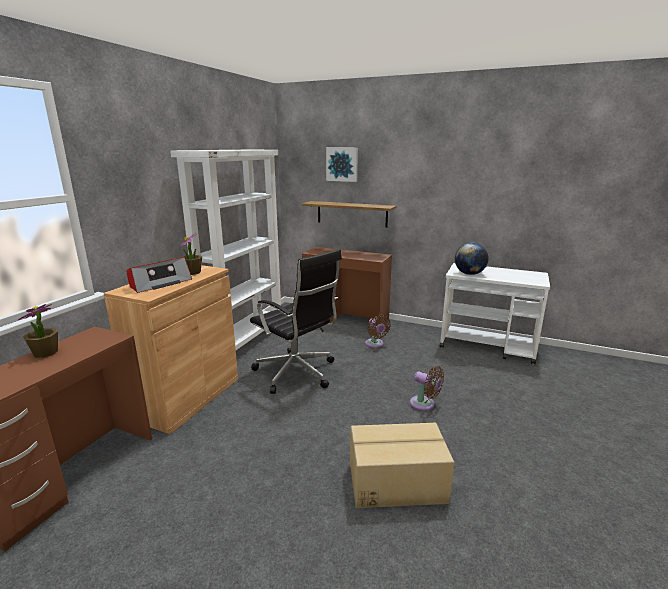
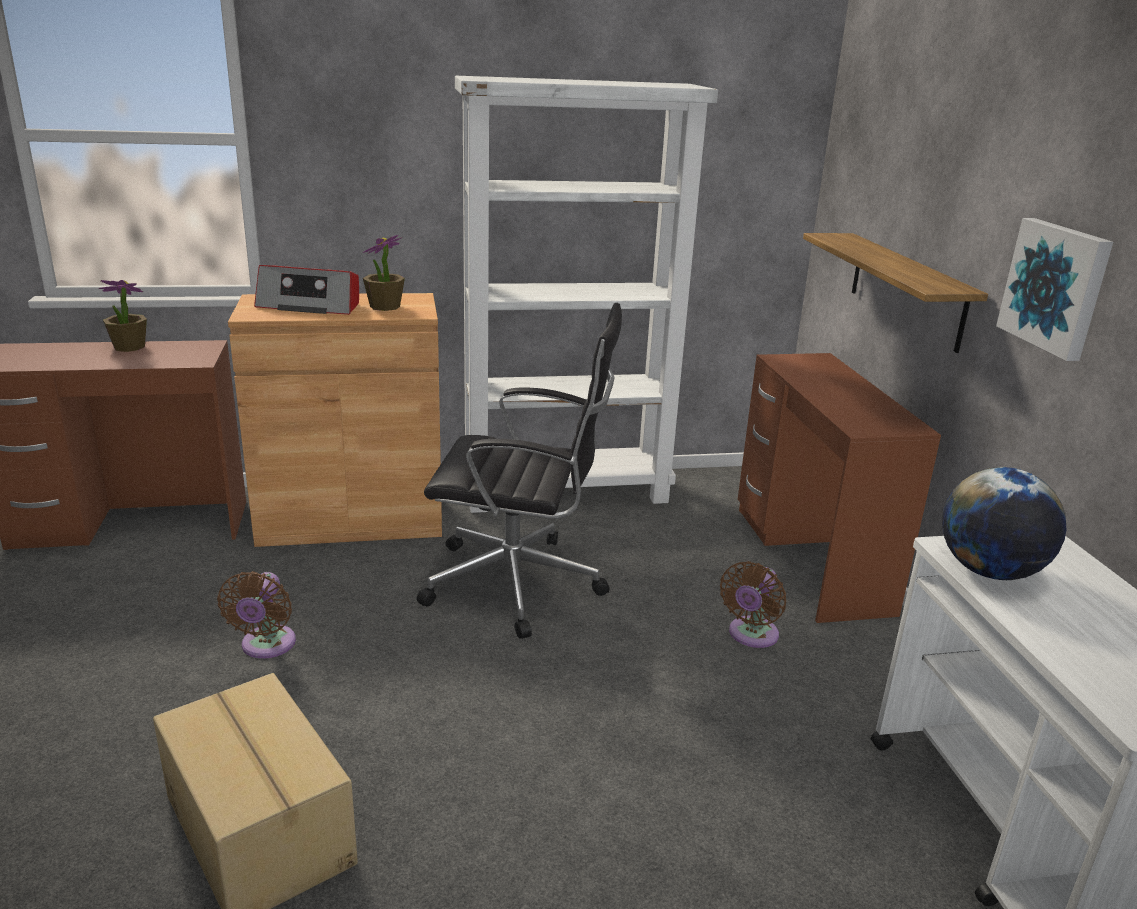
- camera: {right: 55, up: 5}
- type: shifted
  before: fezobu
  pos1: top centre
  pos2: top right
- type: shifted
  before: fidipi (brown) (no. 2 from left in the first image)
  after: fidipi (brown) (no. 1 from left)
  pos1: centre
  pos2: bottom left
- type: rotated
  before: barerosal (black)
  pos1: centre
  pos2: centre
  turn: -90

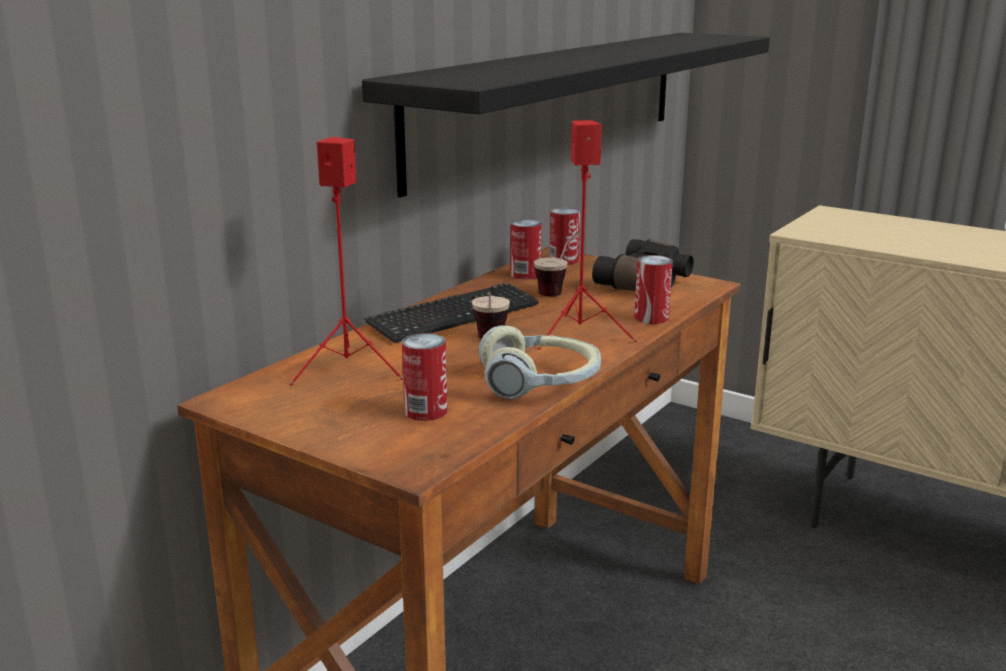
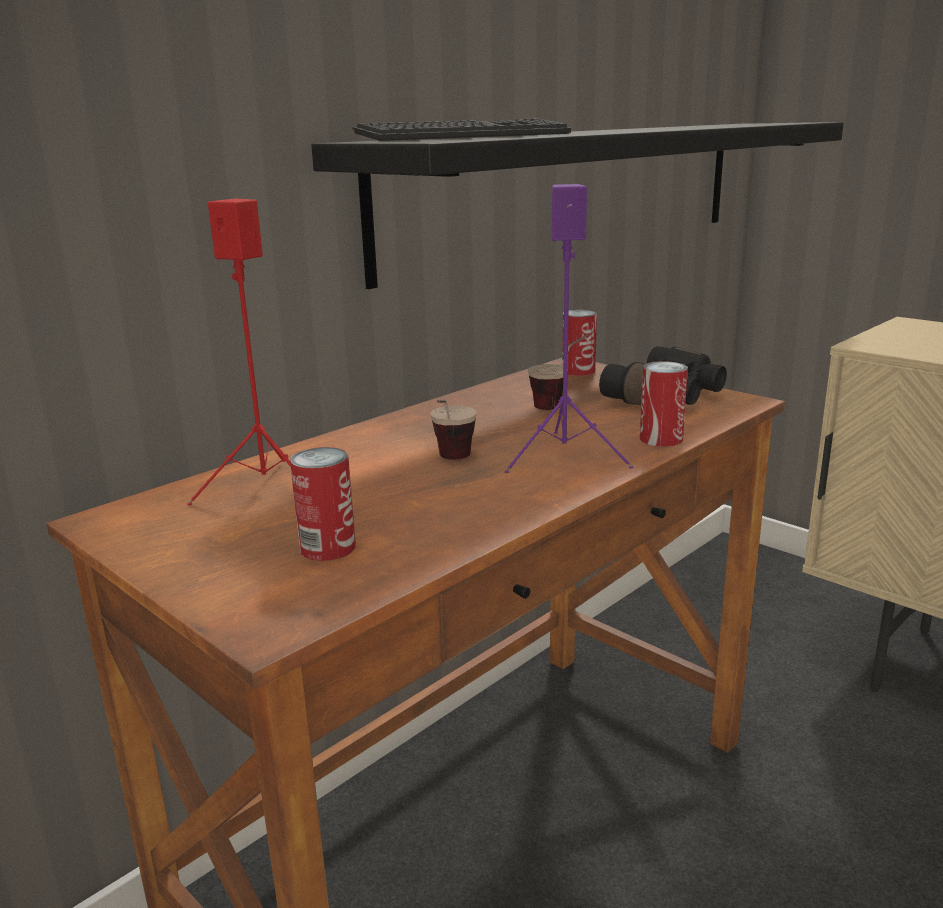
- camera: {right: 10, up: 0}
- type: gone
  before: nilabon
  pos1: centre
- type: gone
  before: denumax (no. 2 from left)
  pos1: centre
- type: shifted
  before: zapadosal
  pos1: centre
  pos2: top centre
- type: repainted
  before: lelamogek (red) (no. 2 from left)
  after: lelamogek (purple)
  pos1: centre
  pos2: centre

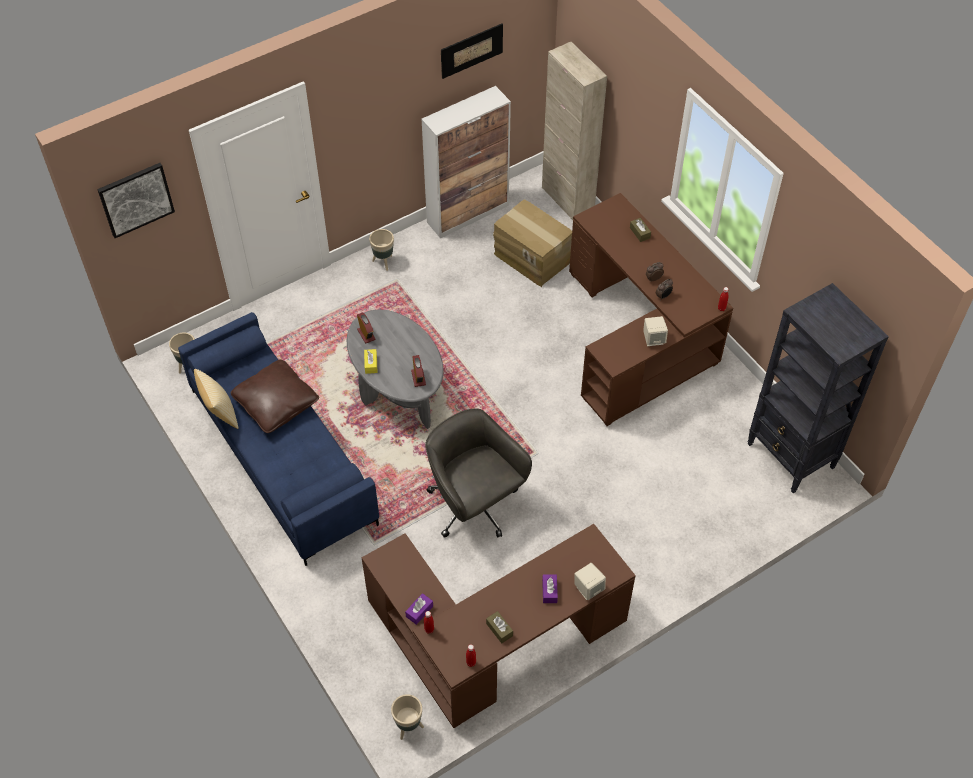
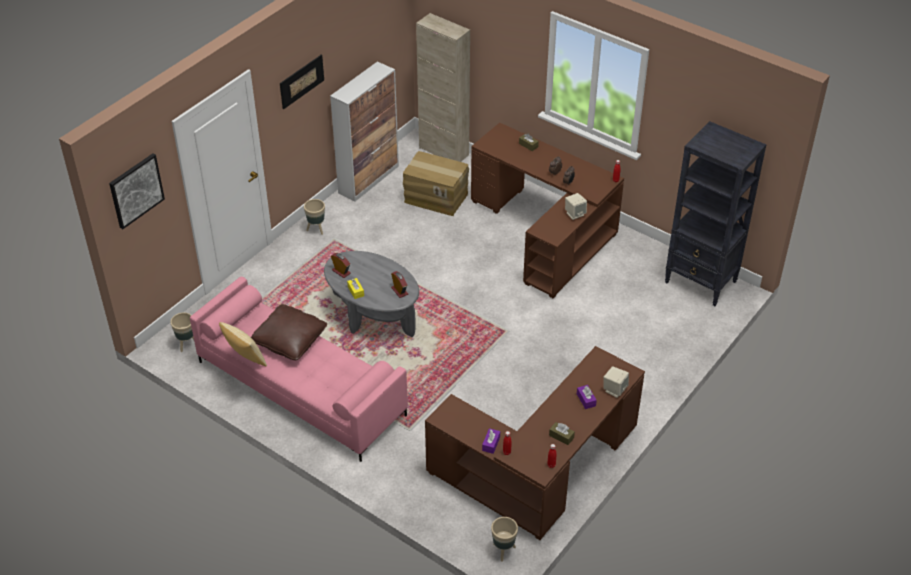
- camera: {right: -20, up: -10}
- type: gone
  before: barerosal (grey)
  pos1: centre
- type: shifted
  before: fezobu (no. 2 from left)
  pos1: top centre
  pos2: top left
- type: repainted
  before: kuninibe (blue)
  after: kuninibe (pink)
  pos1: middle left
  pos2: middle left

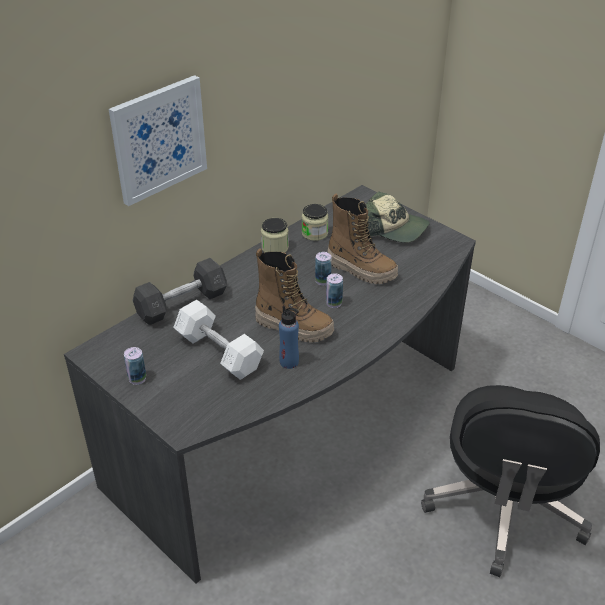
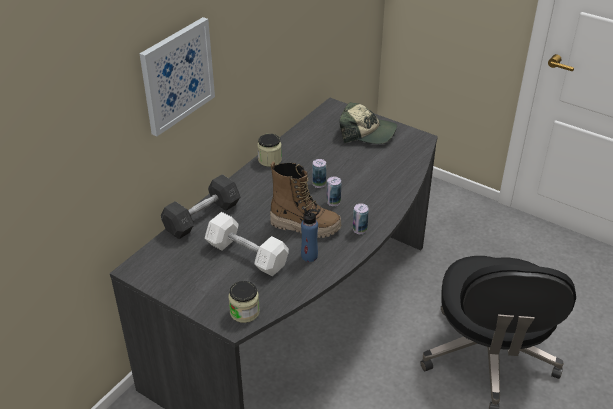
- camera: {right: -10, up: 0}
- type: gone
  before: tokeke (no. 2 from left)
  pos1: centre
- type: shifted
  before: denumax (no. 1 from left in the first image)
  after: denumax (no. 3 from left)
  pos1: middle left
  pos2: centre
- type: shifted
  before: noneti (no. 2 from left in the first image)
  after: noneti (no. 1 from left)
  pos1: centre
  pos2: bottom centre

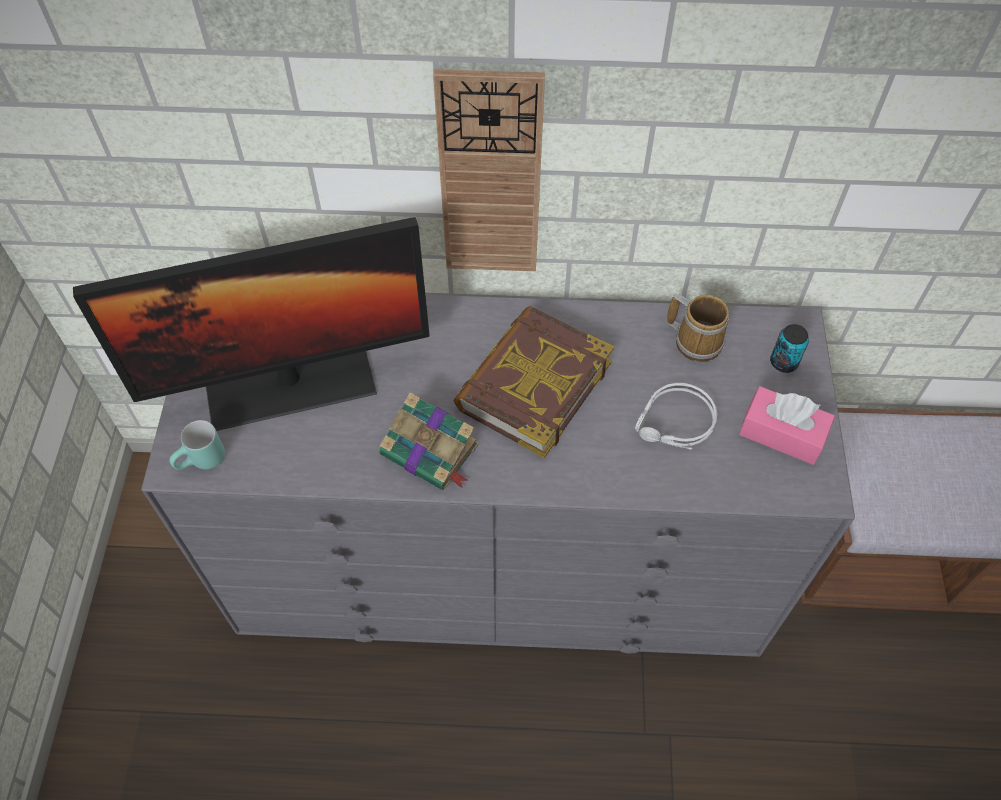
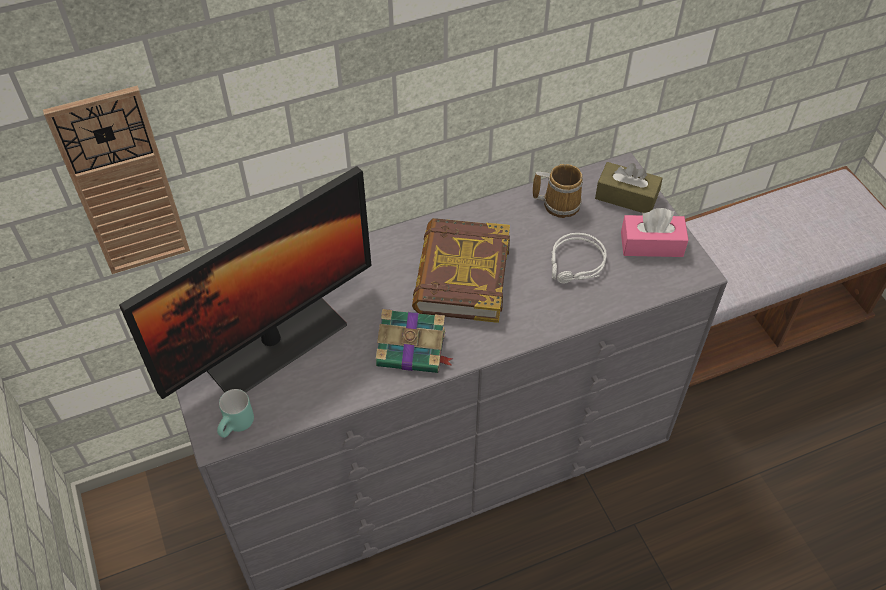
- camera: {right: -25, up: -5}
- type: shifted
  before: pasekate
  pos1: top centre
  pos2: top left
- type: swapped
  before: denumax
  after: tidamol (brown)
  pos1: middle right
  pos2: top right

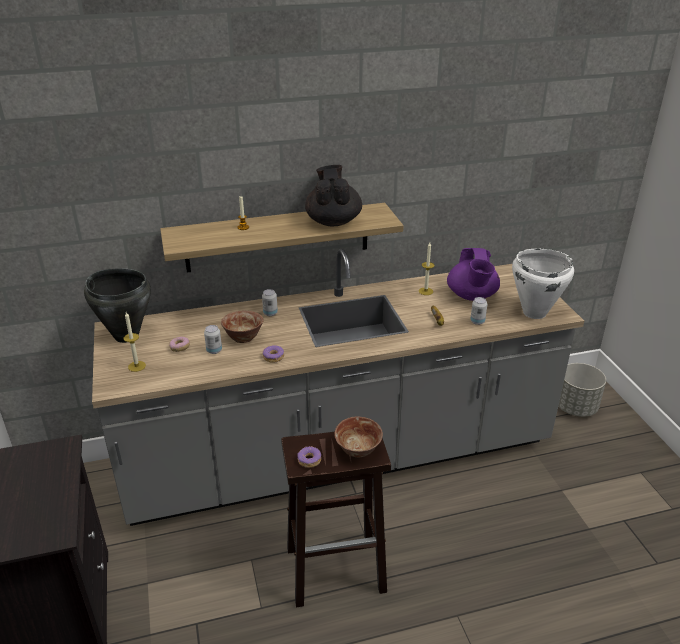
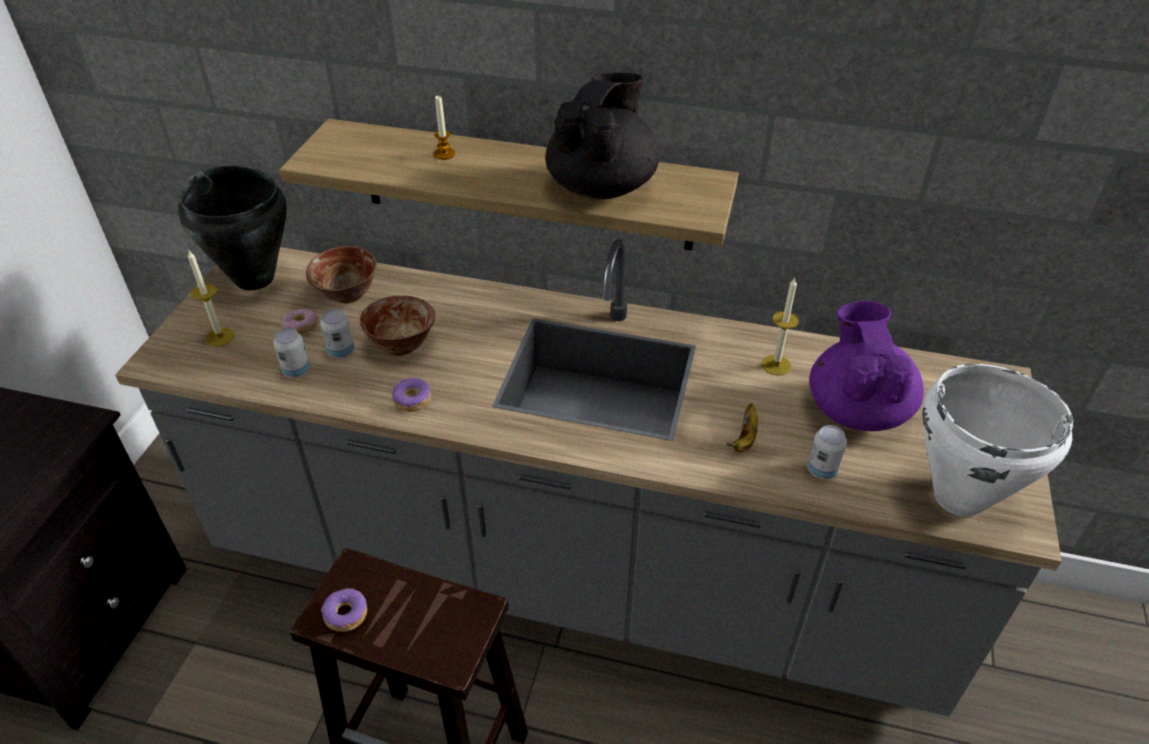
- camera: {right: 30, up: 10}
- type: gone
  before: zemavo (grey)
  pos1: middle right
- type: shifted
  before: denumax (no. 2 from left in the first image)
  after: denumax (no. 1 from left)
  pos1: centre
  pos2: middle left
- type: shifted
  before: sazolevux (no. 2 from left in the first image)
  after: sazolevux (no. 1 from left)
  pos1: bottom centre
  pos2: middle left
- type: rotated
  before: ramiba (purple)
  pos1: middle right
  pos2: middle right
  turn: 150

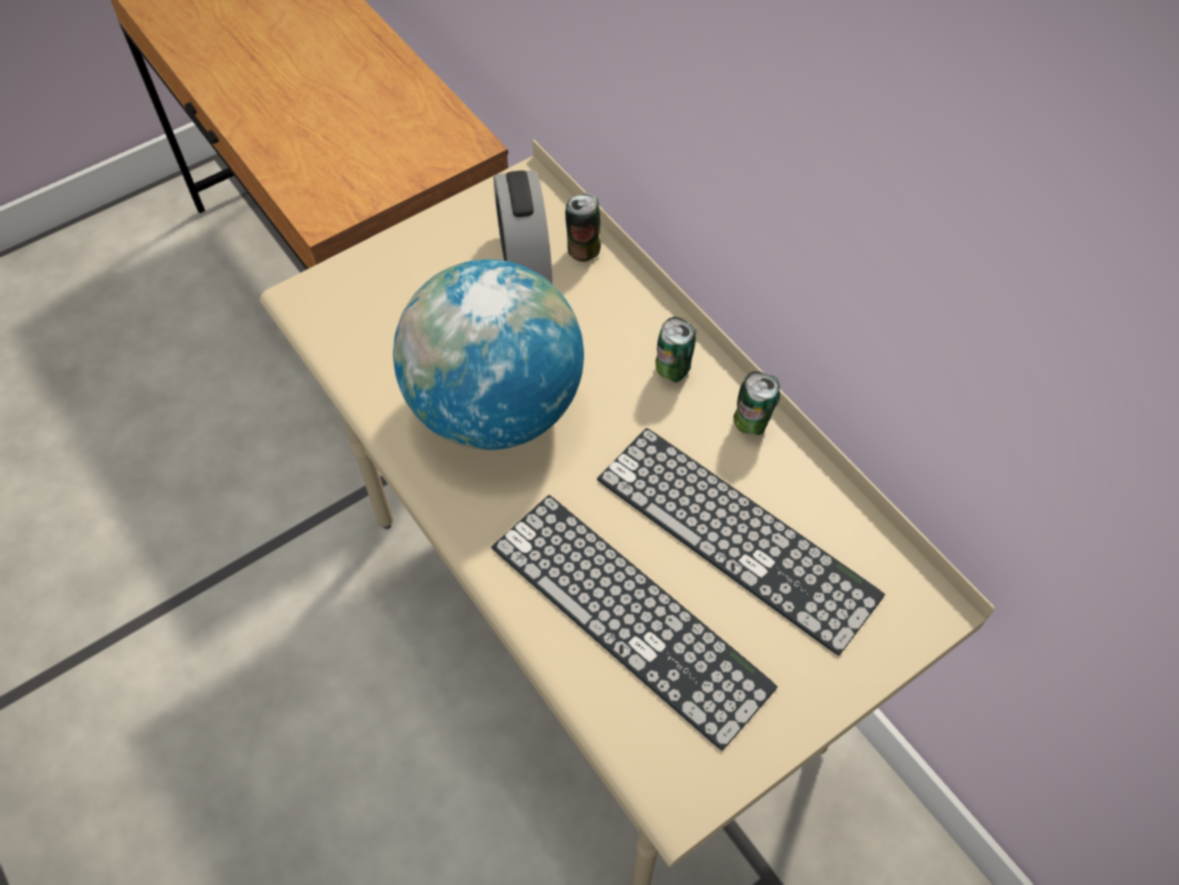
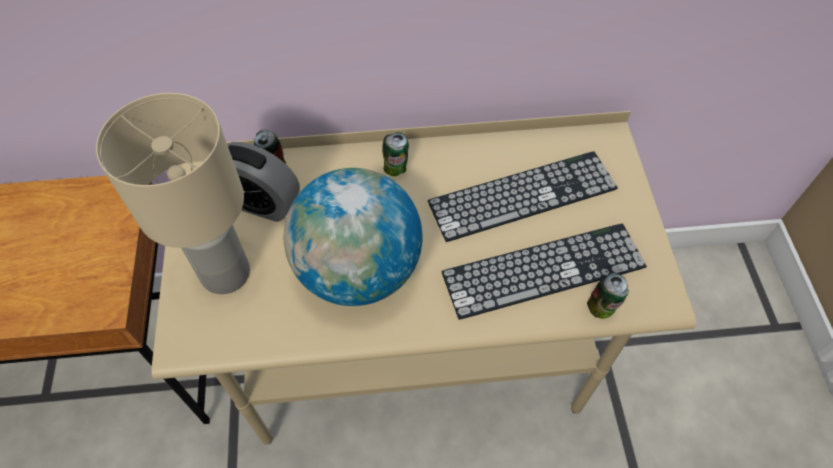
- camera: {right: -60, up: 0}
- type: new
  after: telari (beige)
  pos2: middle left
- type: shifted
  before: denumax (no. 3 from left)
  pos1: centre
  pos2: middle right

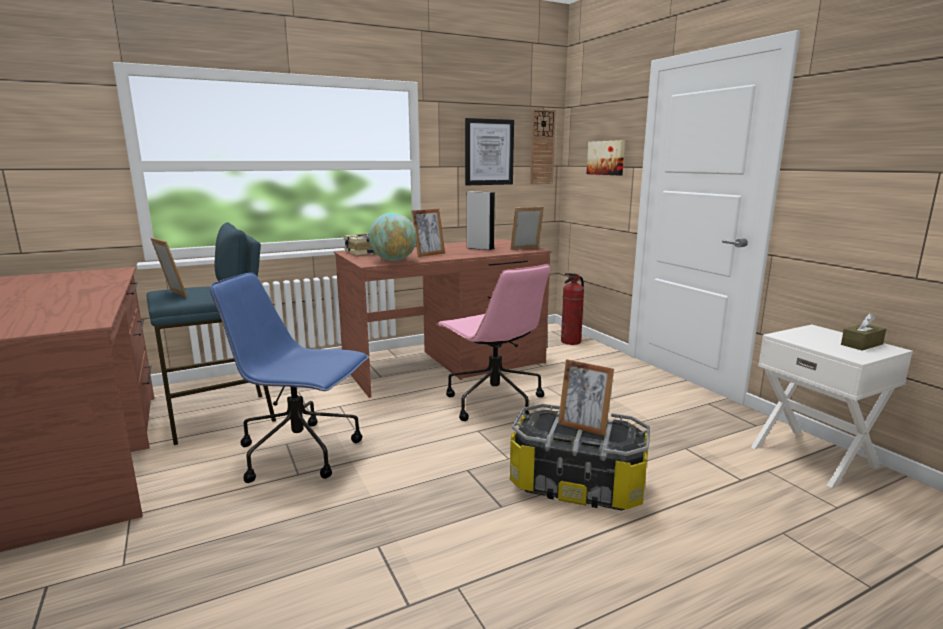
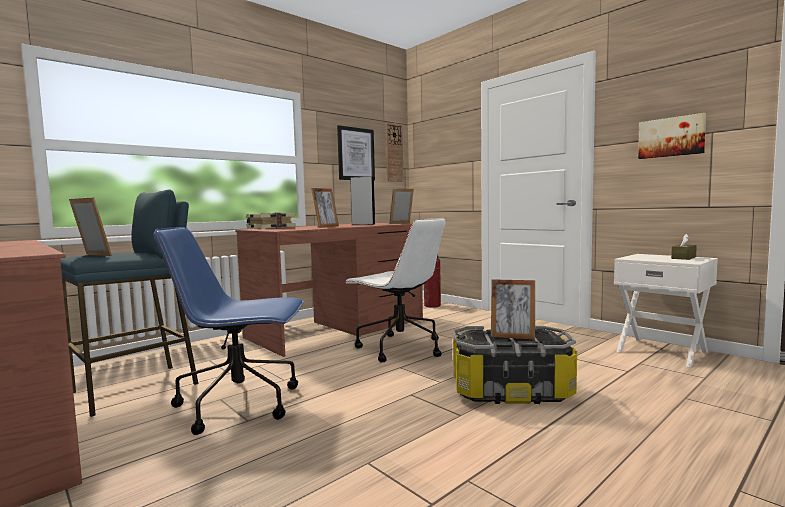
- camera: {right: -15, up: -10}
- type: gone
  before: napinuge
  pos1: centre
- type: shifted
  before: fezobu (no. 2 from left)
  pos1: top centre
  pos2: top right
- type: repainted
  before: barerosal (pink)
  after: barerosal (white)
  pos1: centre
  pos2: centre

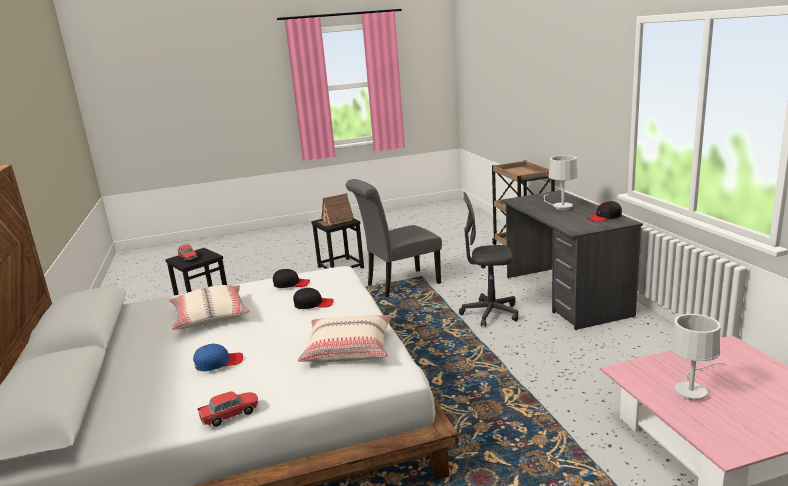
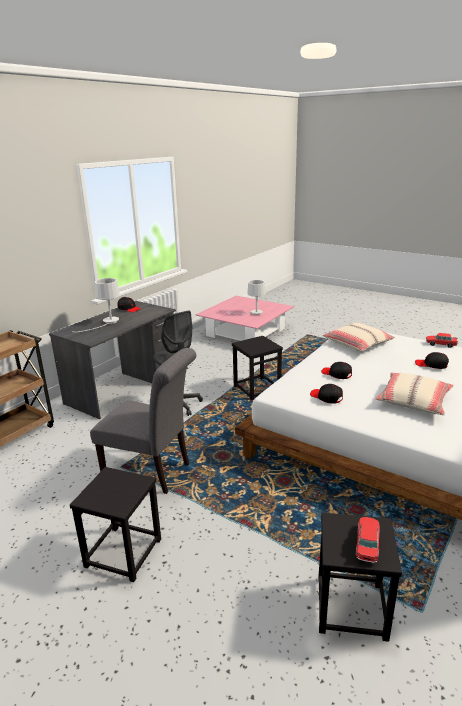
- camera: {right: -130, up: 5}
- type: gone
  before: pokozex
  pos1: centre
- type: new
  after: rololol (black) (no. 2 from left)
  pos2: centre
- type: repainted
  before: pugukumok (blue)
  after: pugukumok (black) (no. 4 from left)
  pos1: bottom left
  pos2: middle right

